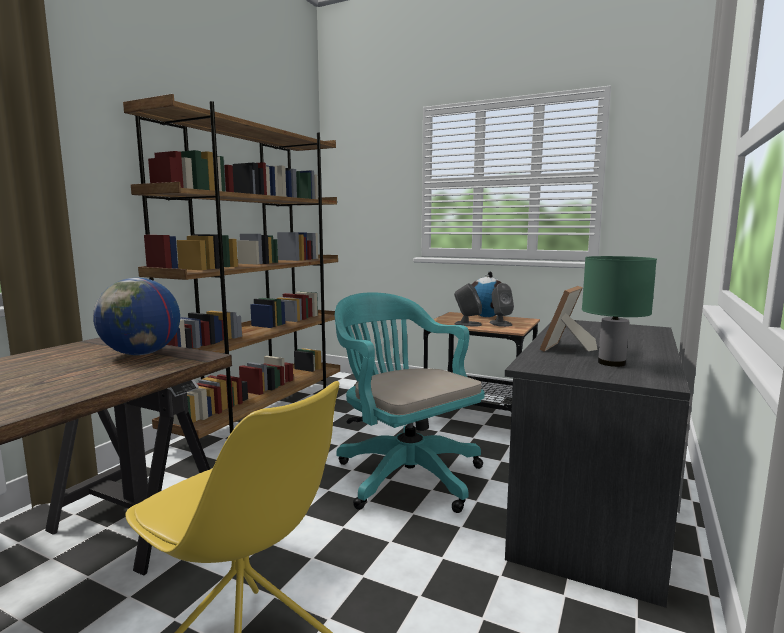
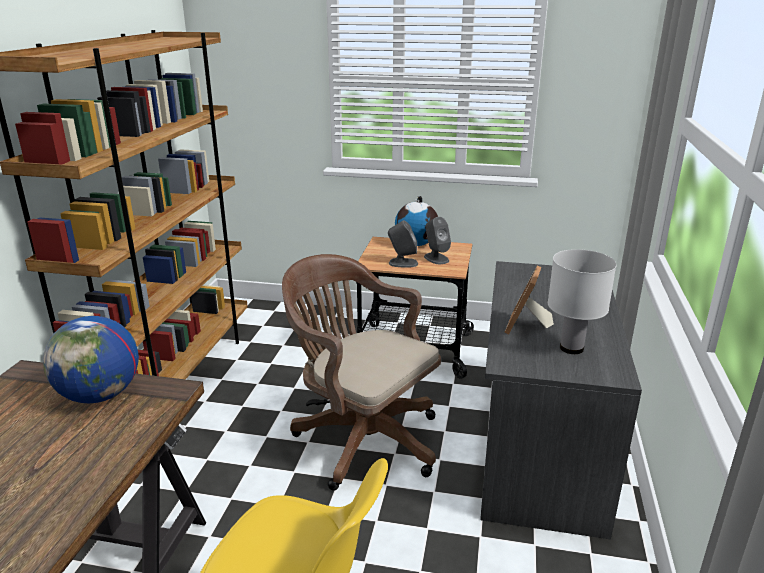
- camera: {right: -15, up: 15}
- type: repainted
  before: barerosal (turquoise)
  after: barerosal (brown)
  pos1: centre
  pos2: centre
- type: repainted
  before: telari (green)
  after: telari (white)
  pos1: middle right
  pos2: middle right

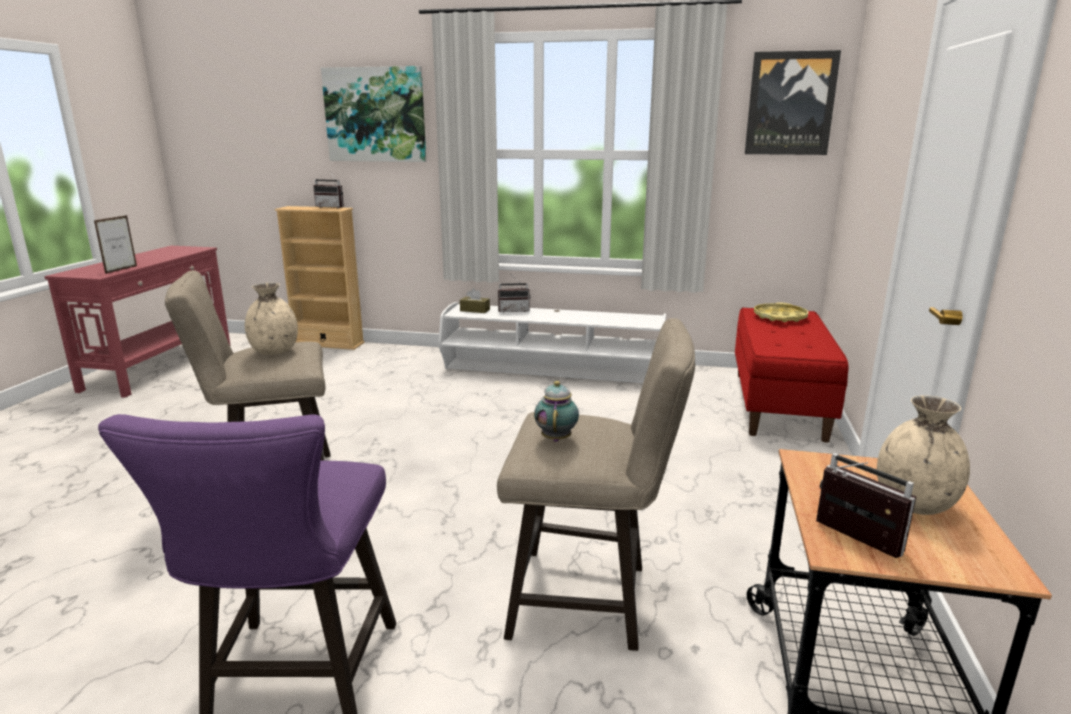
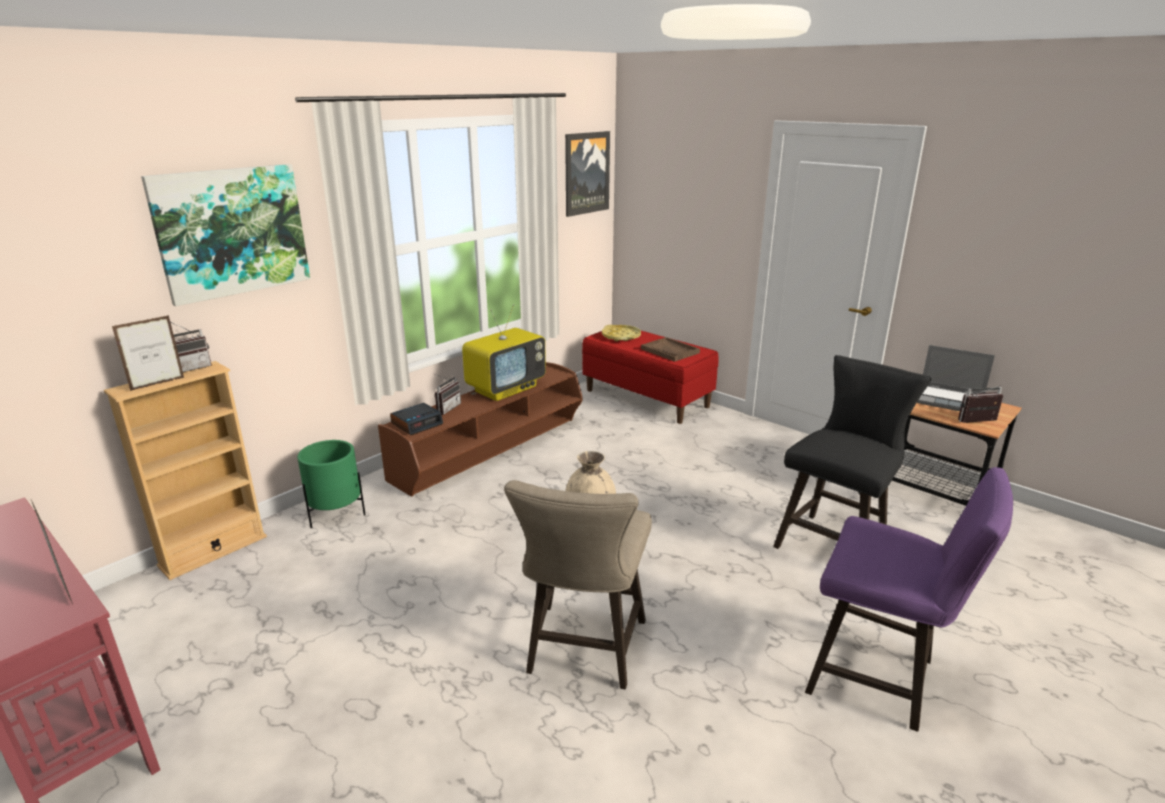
- camera: {right: -60, up: 5}
- type: gone
  before: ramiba
  pos1: centre
- type: new
  after: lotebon (no. 2 from left)
  pos2: middle left
- type: new
  after: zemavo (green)
  pos2: middle left
- type: new
  after: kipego
  pos2: centre
- type: new
  after: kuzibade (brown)
  pos2: centre
- type: swapped
  before: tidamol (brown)
  after: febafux
  pos1: centre
  pos2: centre
- type: swapped
  before: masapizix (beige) (no. 2 from left)
  after: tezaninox
  pos1: middle right
  pos2: middle right
- type: repainted
  before: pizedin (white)
  after: pizedin (brown)
  pos1: centre
  pos2: centre
- type: repainted
  before: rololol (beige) (no. 2 from left)
  after: rololol (black)
  pos1: bottom centre
  pos2: middle right

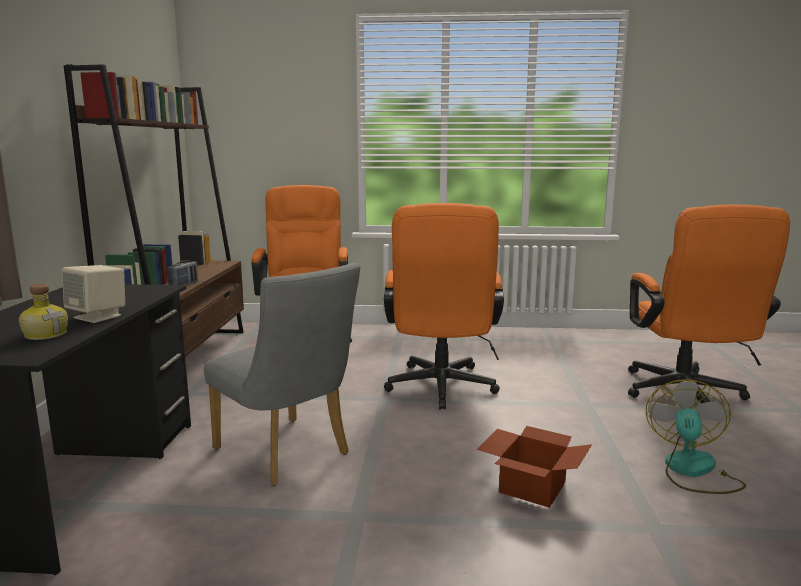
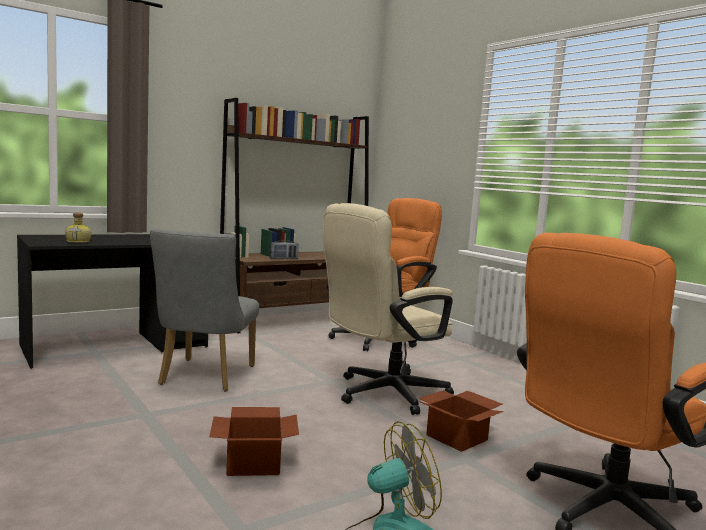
- camera: {right: 50, up: -5}
- type: gone
  before: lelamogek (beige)
  pos1: middle left
- type: new
  after: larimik (no. 2 from left)
  pos2: bottom centre
- type: repainted
  before: barerosal (orange) (no. 2 from left)
  after: barerosal (beige)
  pos1: centre
  pos2: centre

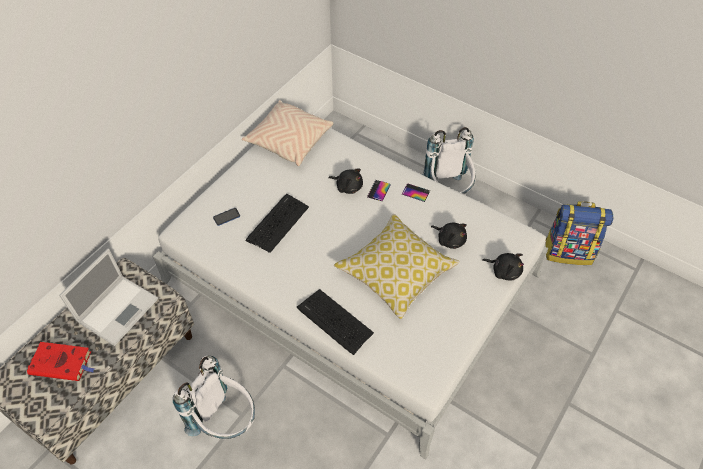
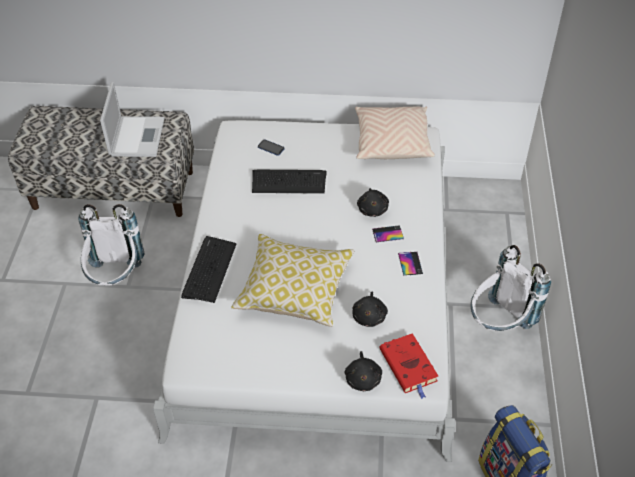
- camera: {right: 60, up: -5}
- type: shifted
  before: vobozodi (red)
  pos1: bottom left
  pos2: bottom centre
- type: rotated
  before: tezaninox
  pos1: middle left
  pos2: top left
  turn: -90

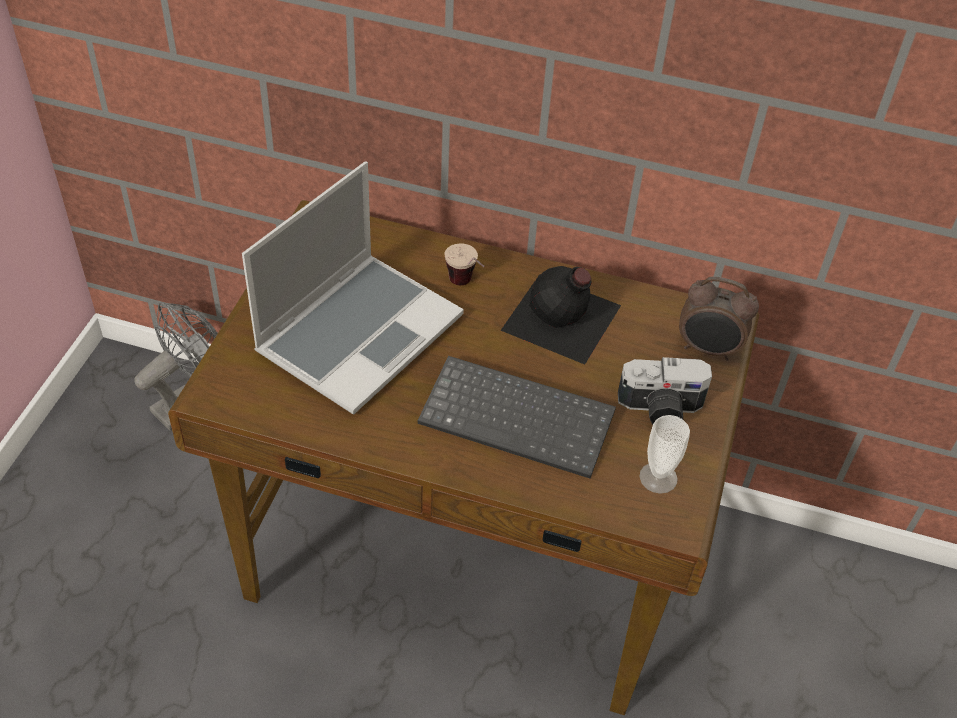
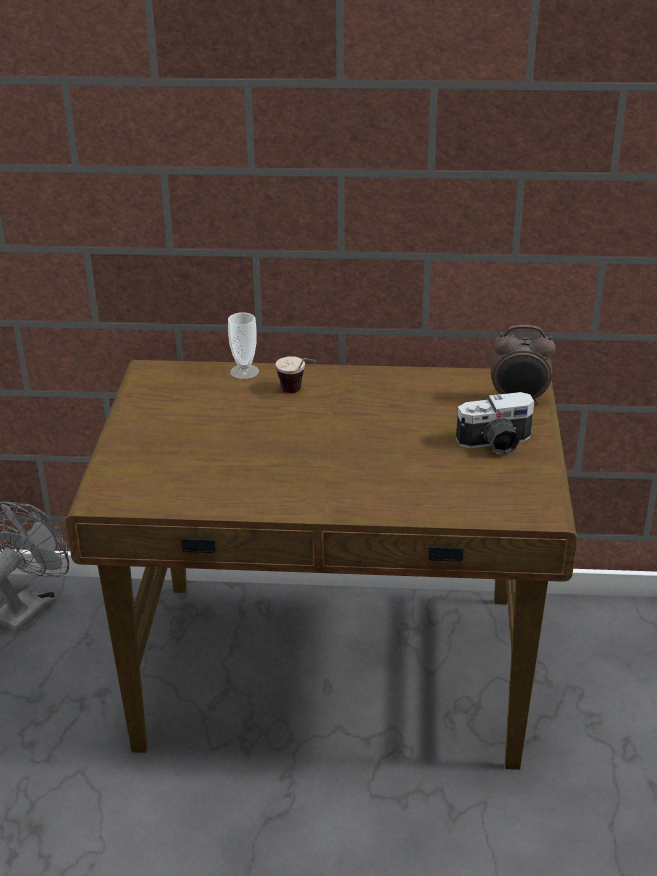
- camera: {right: -10, up: -15}
- type: gone
  before: tezaninox
  pos1: centre
- type: gone
  before: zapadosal
  pos1: centre
- type: gone
  before: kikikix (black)
  pos1: centre
- type: shifted
  before: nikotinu (no. 2 from left in the first image)
  after: nikotinu (no. 1 from left)
  pos1: middle right
  pos2: centre

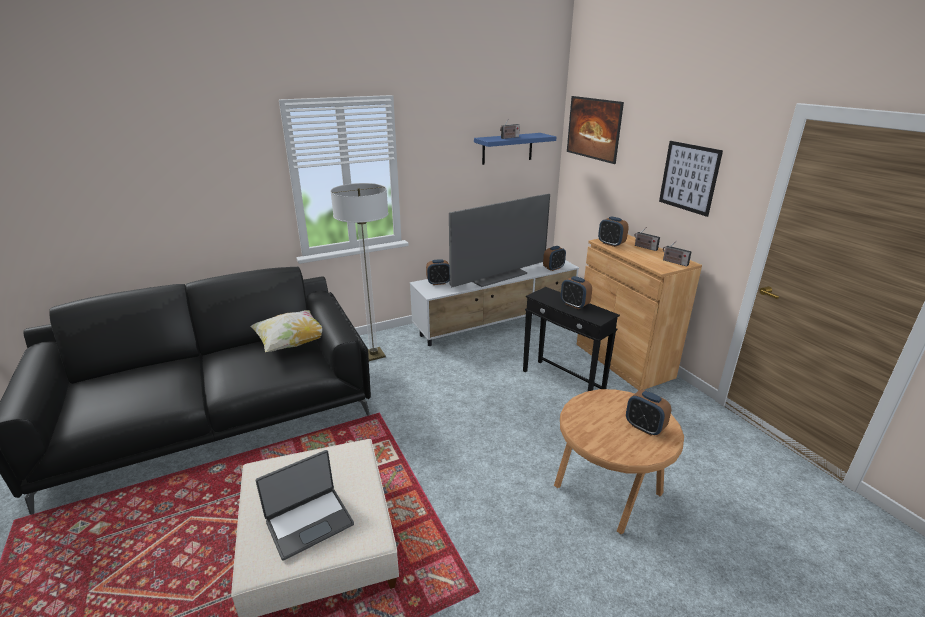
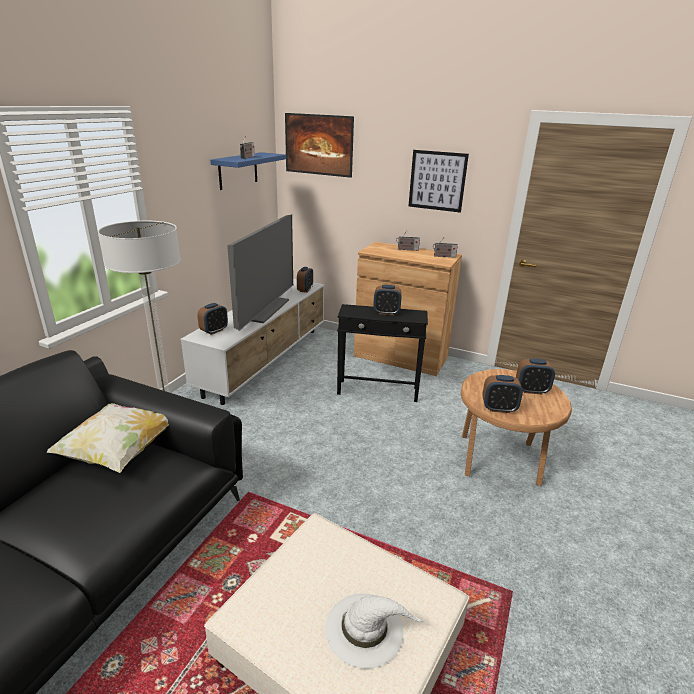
- camera: {right: -40, up: 0}
- type: shifted
  before: febafux (no. 4 from left)
  pos1: centre
  pos2: middle right
- type: swapped
  before: tezaninox
  after: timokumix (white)
  pos1: bottom left
  pos2: bottom centre

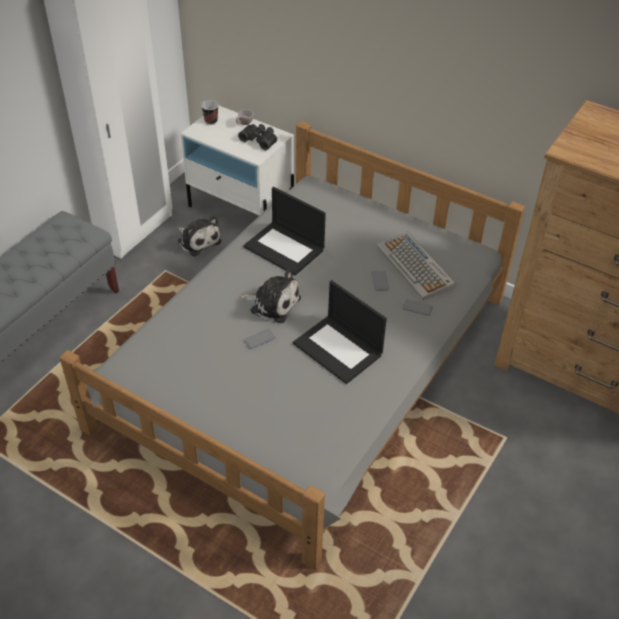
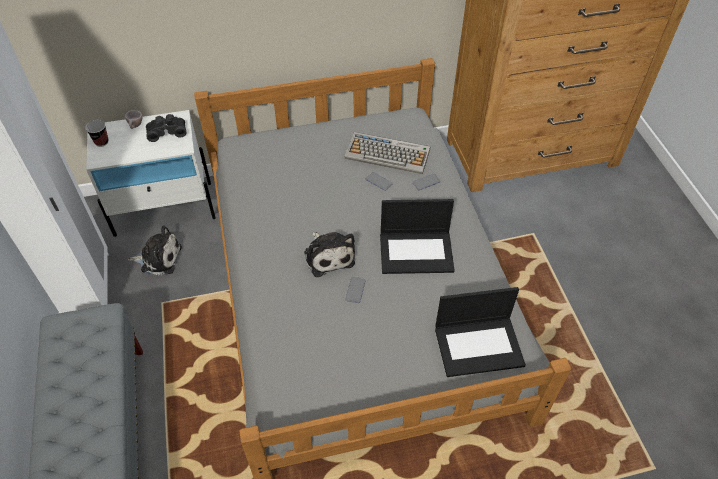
- camera: {right: -45, up: 5}
- type: shifted
  before: tezaninox (no. 1 from left in the first image)
  after: tezaninox (no. 2 from left)
  pos1: centre
  pos2: bottom right
- type: rotated
  before: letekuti (no. 2 from left)
  pos1: centre
  pos2: centre
  turn: 90

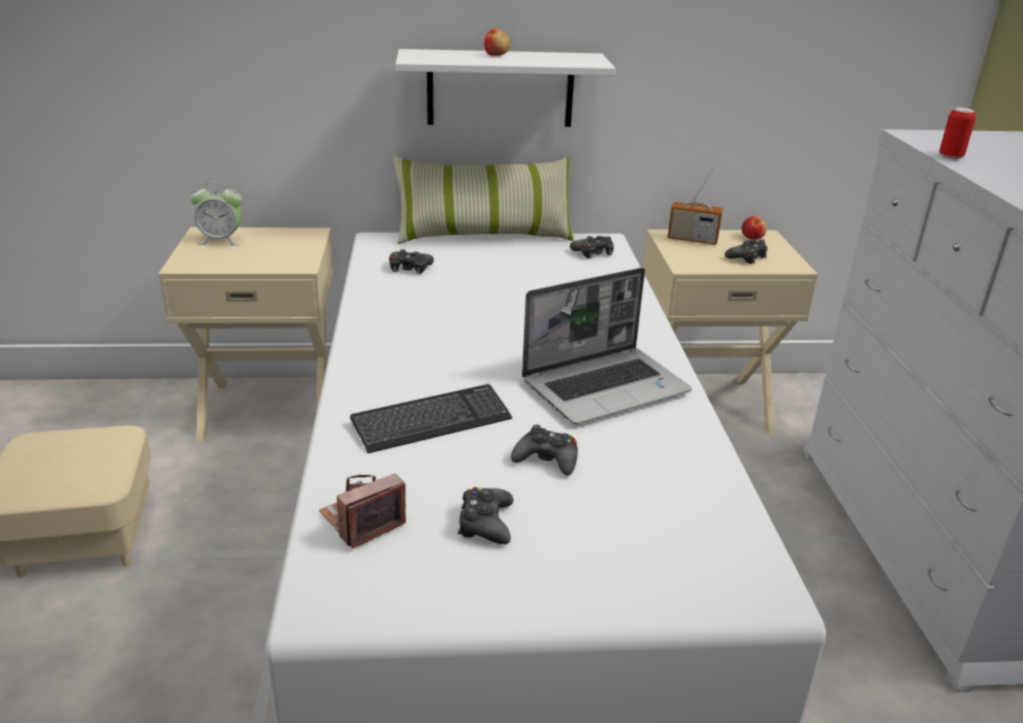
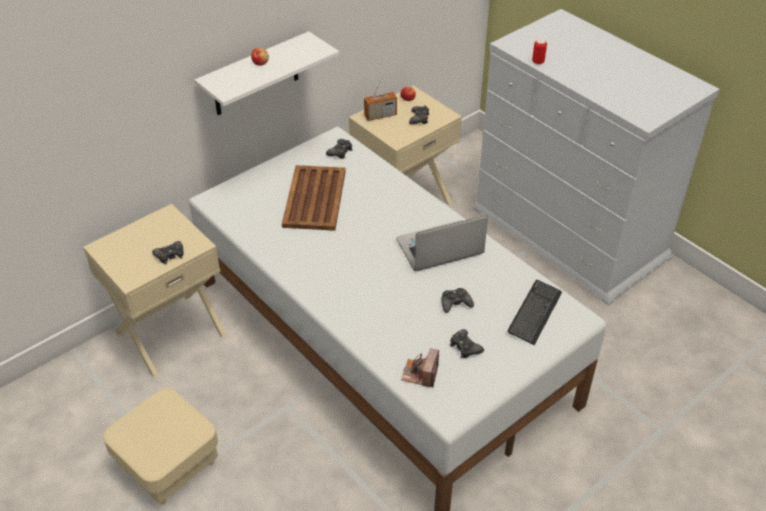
- camera: {right: -35, up: 15}
- type: gone
  before: febafux
  pos1: top left
- type: gone
  before: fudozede
  pos1: top centre
- type: new
  after: kuzibade (brown)
  pos2: centre
- type: shifted
  before: zapadosal
  pos1: centre
  pos2: middle right
- type: shifted
  before: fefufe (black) (no. 1 from left)
  pos1: centre
  pos2: middle left
- type: rotated
  before: tezaninox
  pos1: centre
  pos2: centre
  turn: -135

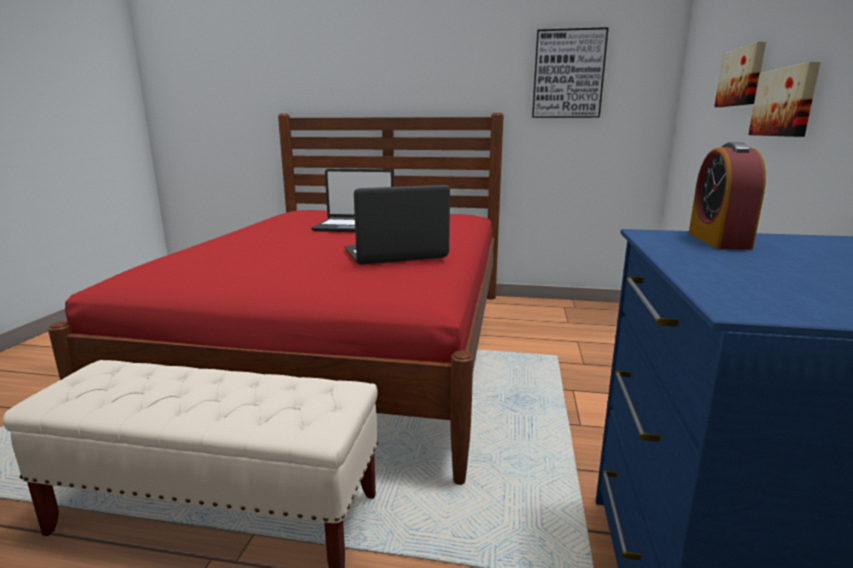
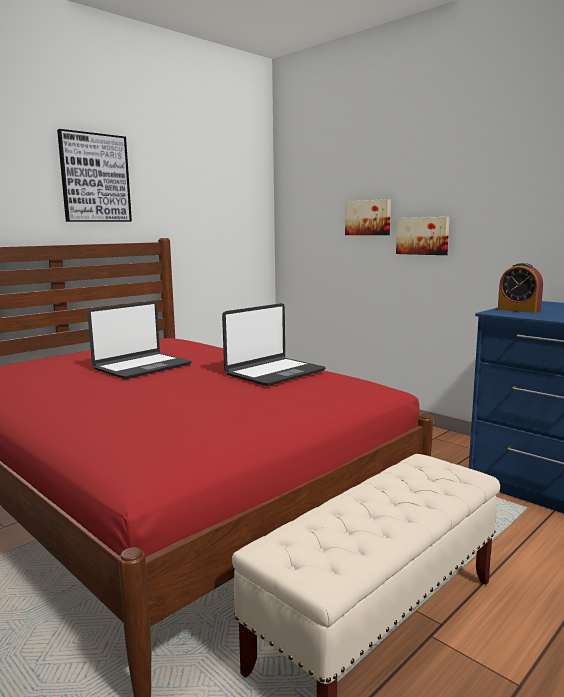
- camera: {right: -55, up: -5}
- type: shifted
  before: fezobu (no. 1 from left)
  pos1: top right
  pos2: top left
- type: rotated
  before: tezaninox (no. 2 from left)
  pos1: centre
  pos2: centre
  turn: -150

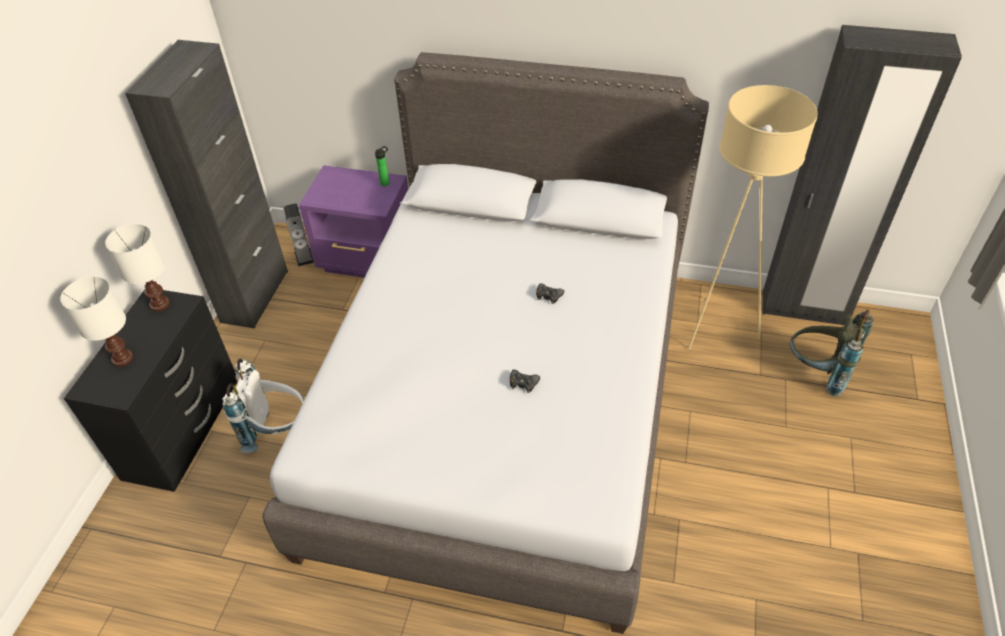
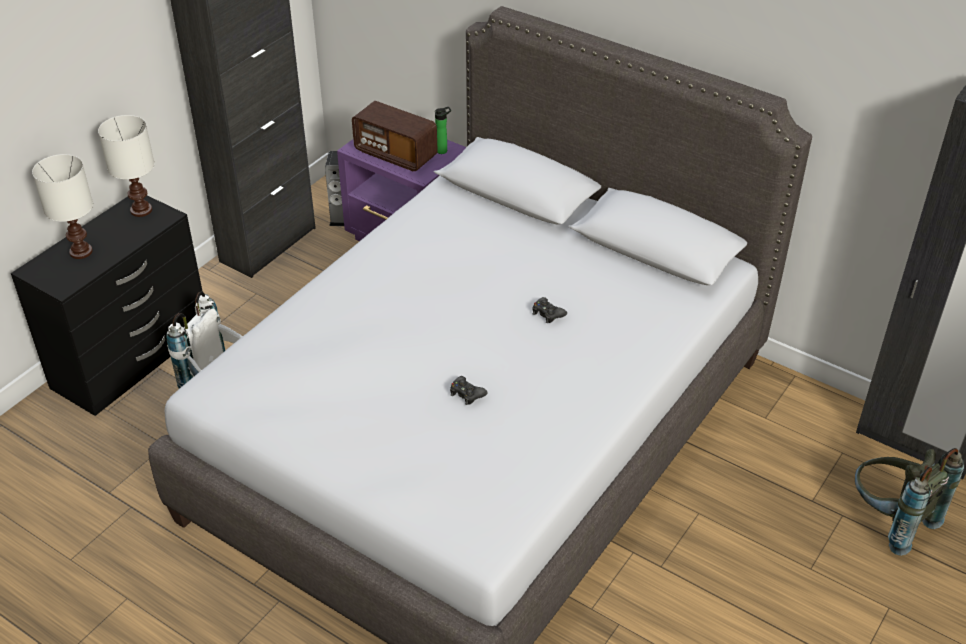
- camera: {right: 20, up: -5}
- type: gone
  before: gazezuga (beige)
  pos1: middle right
- type: new
  after: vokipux
  pos2: top centre

